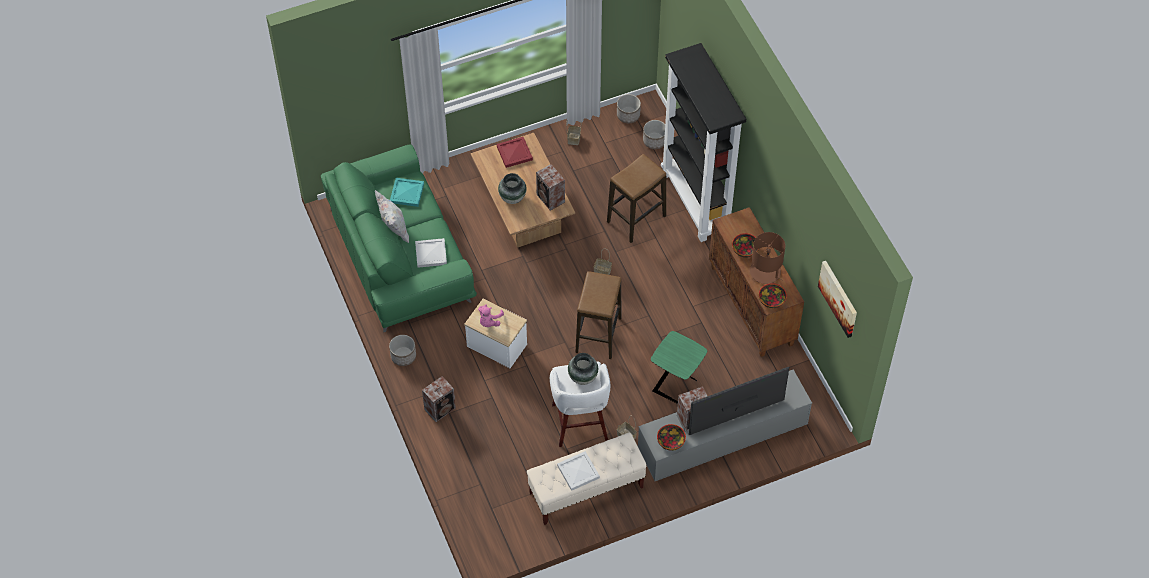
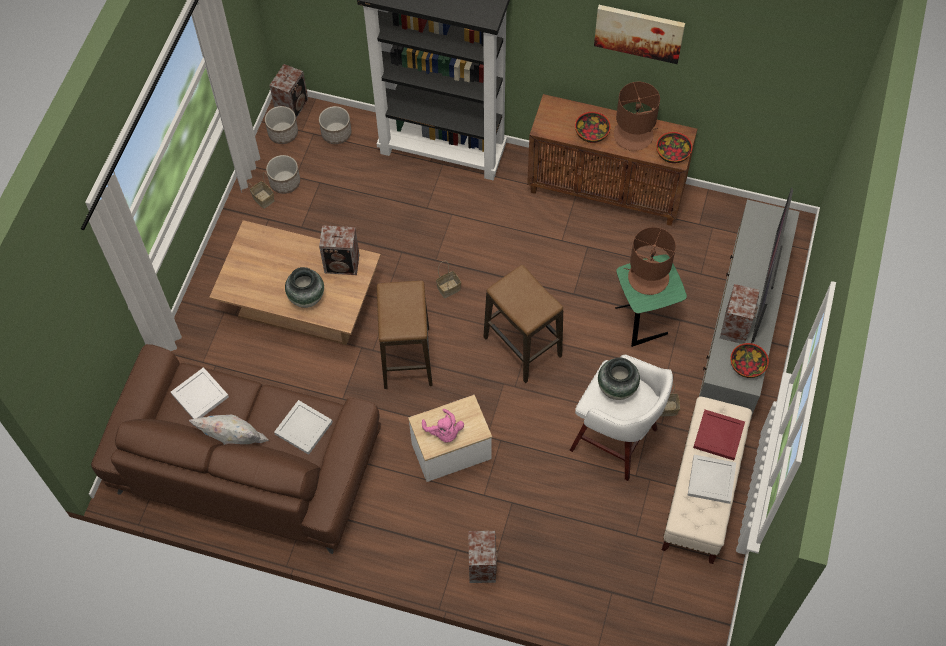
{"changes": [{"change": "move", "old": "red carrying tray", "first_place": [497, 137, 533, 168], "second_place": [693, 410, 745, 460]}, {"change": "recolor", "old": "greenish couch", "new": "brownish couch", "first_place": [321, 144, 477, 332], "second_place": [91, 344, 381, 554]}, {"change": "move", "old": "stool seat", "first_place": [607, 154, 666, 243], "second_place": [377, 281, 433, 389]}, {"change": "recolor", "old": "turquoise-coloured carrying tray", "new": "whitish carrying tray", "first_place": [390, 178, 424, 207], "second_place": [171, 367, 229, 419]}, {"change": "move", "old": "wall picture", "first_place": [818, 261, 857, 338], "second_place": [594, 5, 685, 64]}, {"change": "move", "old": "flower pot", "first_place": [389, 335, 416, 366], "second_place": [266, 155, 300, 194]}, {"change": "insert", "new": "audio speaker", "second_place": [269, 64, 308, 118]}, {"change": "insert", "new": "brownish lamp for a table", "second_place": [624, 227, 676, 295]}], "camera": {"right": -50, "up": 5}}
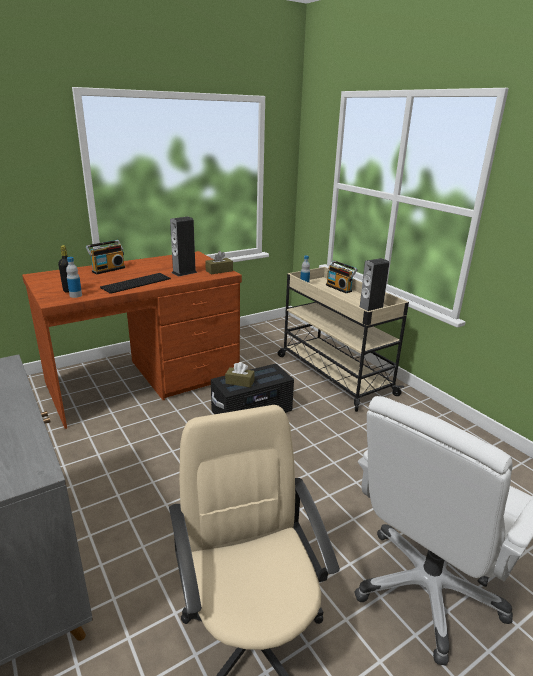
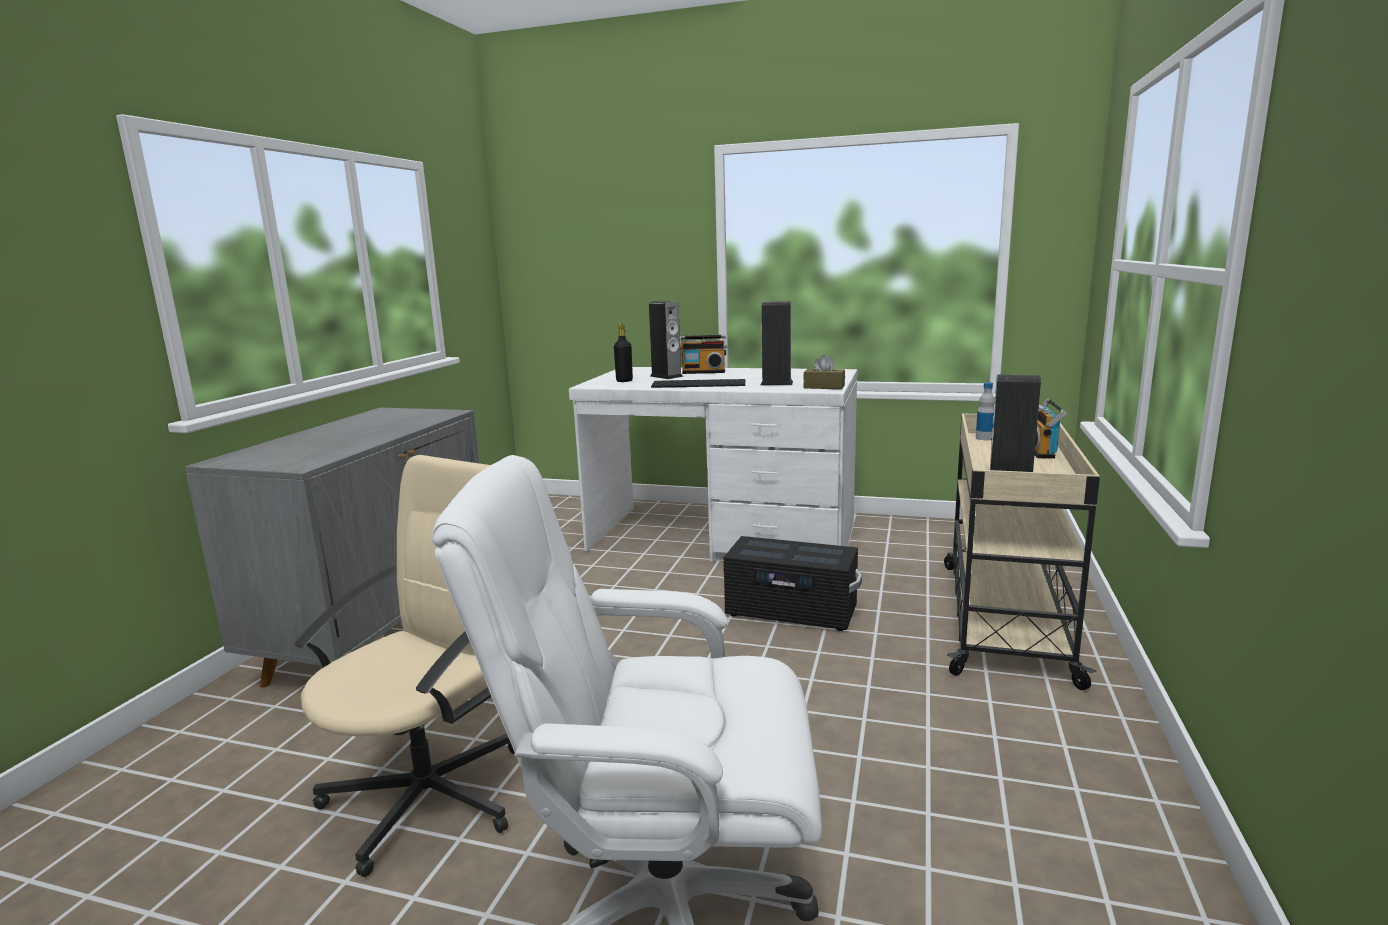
{"changes": [{"change": "recolor", "old": "brownish desk", "new": "whitish desk", "first_place": [22, 251, 242, 429], "second_place": [569, 367, 858, 562]}, {"change": "delete", "old": "beverage bottle", "first_place": [66, 257, 82, 298]}, {"change": "delete", "old": "brownish box of tissues", "first_place": [225, 362, 255, 387]}, {"change": "insert", "new": "audio speaker", "second_place": [649, 301, 683, 379]}], "camera": {"right": 50, "up": -10}}
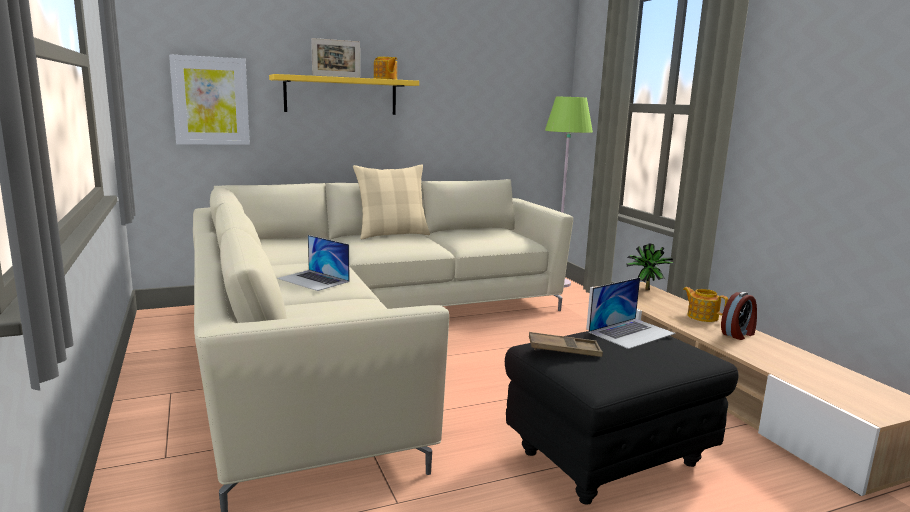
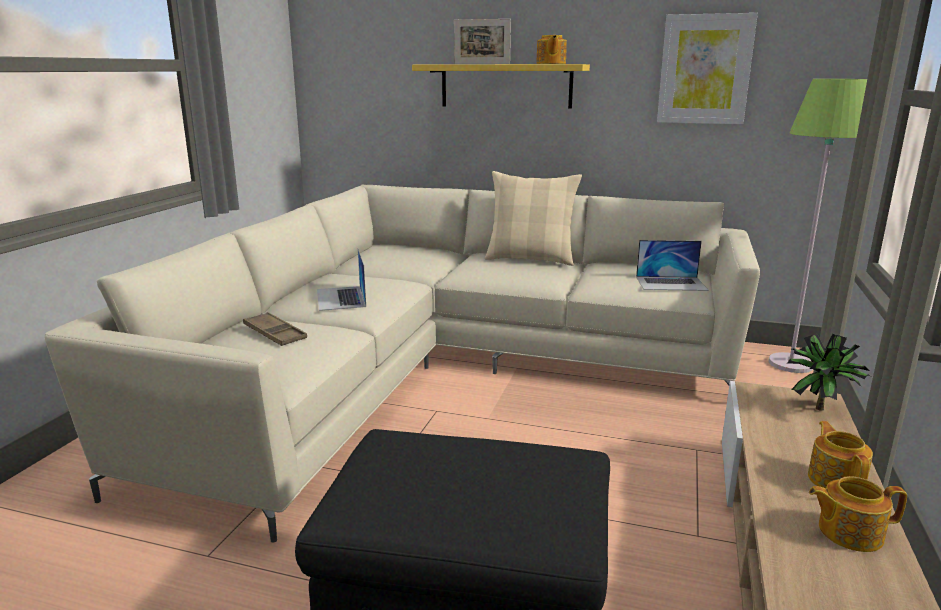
{"changes": [{"change": "move", "old": "wall picture", "first_place": [169, 54, 250, 145], "second_place": [657, 13, 758, 124]}, {"change": "move", "old": "portable computer", "first_place": [589, 277, 676, 349], "second_place": [636, 240, 708, 291]}, {"change": "replace", "old": "table clock", "new": "teapot", "first_place": [721, 292, 757, 340], "second_place": [809, 476, 907, 552]}, {"change": "move", "old": "brownish carrying tray", "first_place": [529, 332, 603, 357], "second_place": [243, 312, 307, 346]}], "camera": {"right": 40, "up": 5}}
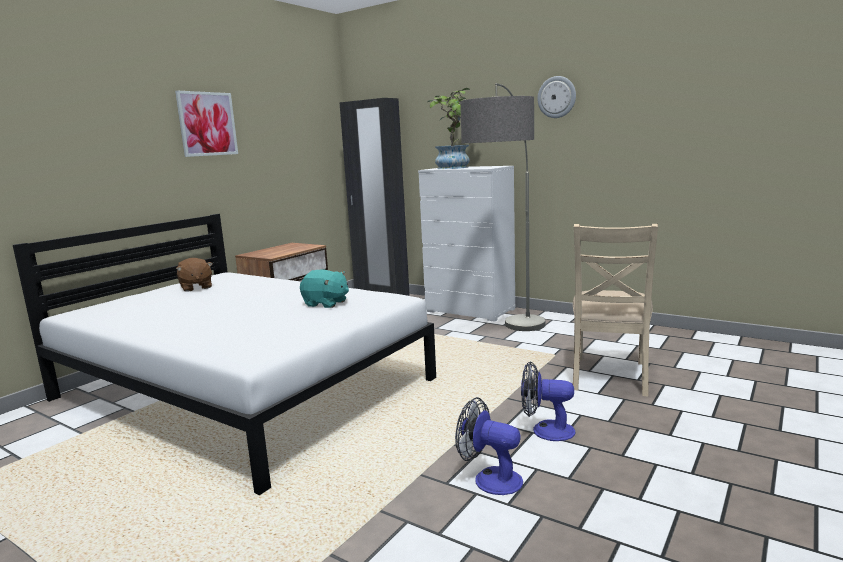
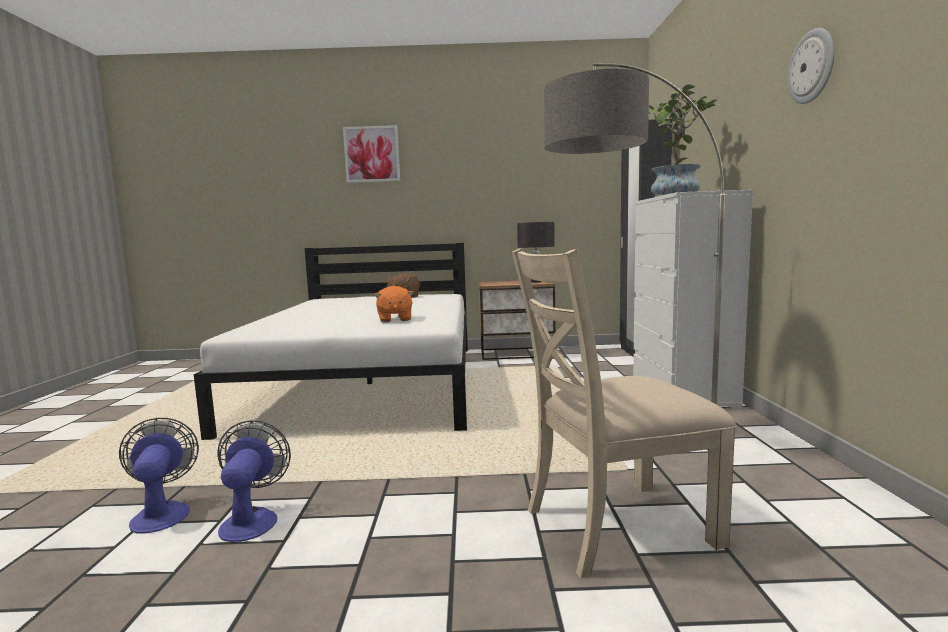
{"changes": [{"change": "move", "old": "wall picture", "first_place": [175, 91, 238, 157], "second_place": [343, 125, 400, 183]}, {"change": "recolor", "old": "turquoise-coloured plush toy", "new": "orangey plush toy", "first_place": [300, 270, 349, 308], "second_place": [374, 286, 414, 322]}, {"change": "move", "old": "fan", "first_place": [521, 361, 575, 441], "second_place": [119, 418, 199, 534]}, {"change": "insert", "new": "blackish lamp for a table", "second_place": [517, 222, 555, 283]}], "camera": {"right": 55, "up": -5}}
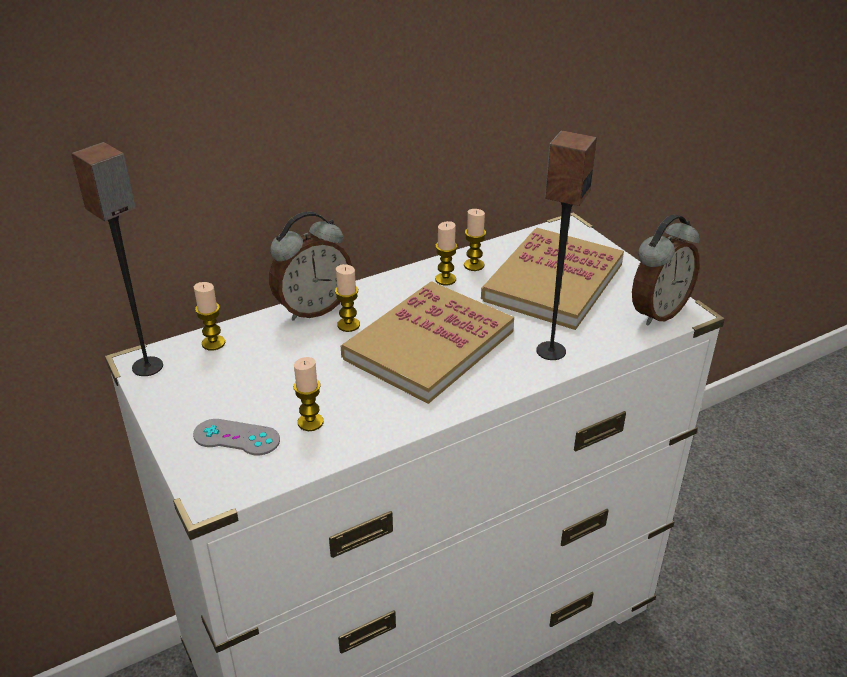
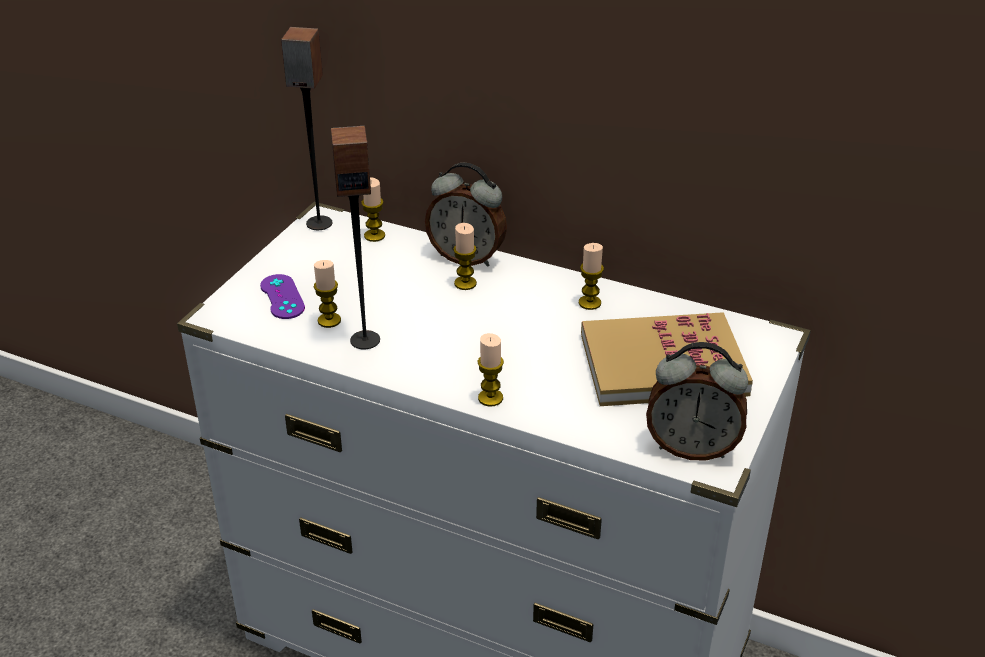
{"changes": [{"change": "move", "old": "audio speaker", "first_place": [536, 131, 597, 360], "second_place": [331, 126, 380, 349]}, {"change": "move", "old": "wax light", "first_place": [464, 209, 486, 271], "second_place": [478, 333, 504, 406]}, {"change": "delete", "old": "book", "first_place": [341, 281, 514, 404]}, {"change": "recolor", "old": "greyish game controller", "new": "purple-coloured game controller", "first_place": [193, 419, 280, 455], "second_place": [260, 274, 305, 319]}], "camera": {"right": 55, "up": 0}}
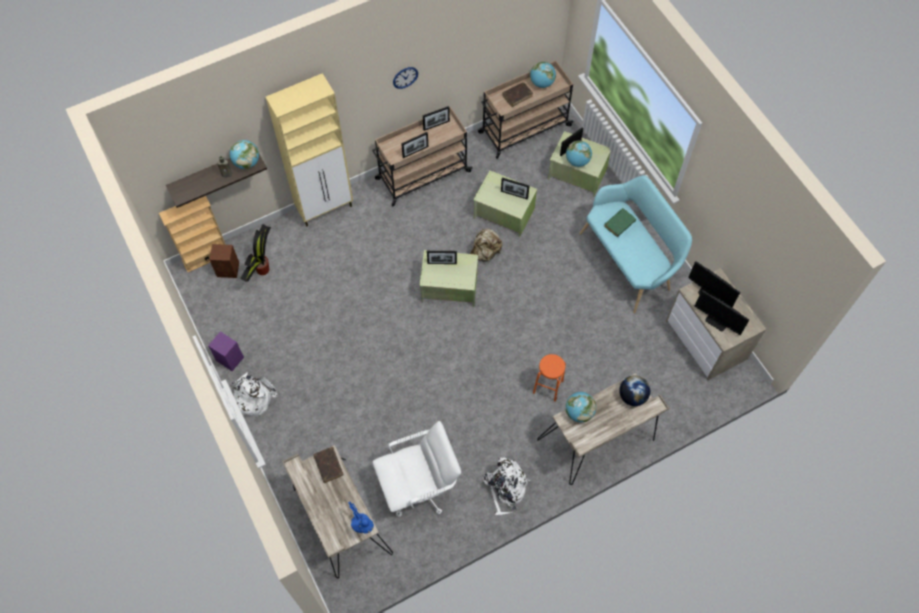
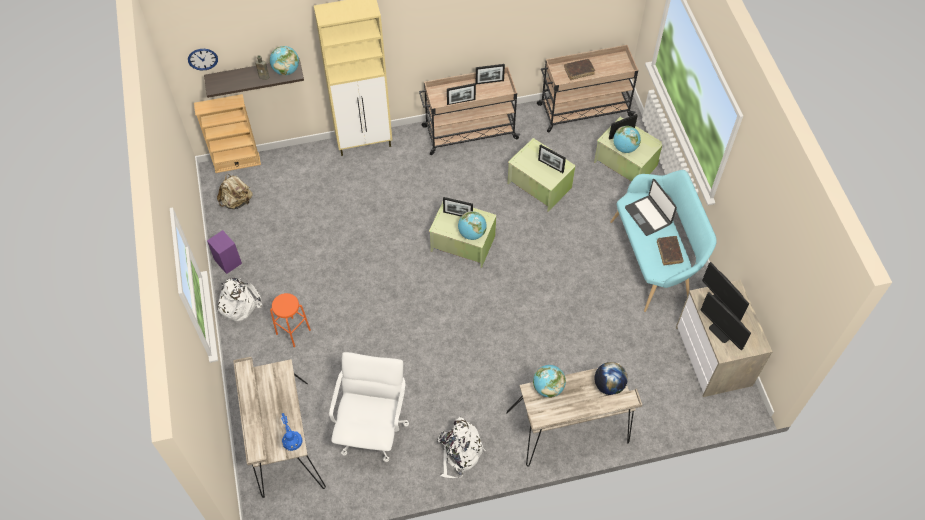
{"changes": [{"change": "move", "old": "desk globe", "first_place": [530, 62, 556, 88], "second_place": [458, 211, 486, 240]}, {"change": "move", "old": "hanging clock", "first_place": [393, 67, 418, 89], "second_place": [188, 49, 218, 70]}, {"change": "replace", "old": "greenish book", "new": "portable computer", "first_place": [604, 208, 636, 237], "second_place": [625, 179, 677, 236]}, {"change": "delete", "old": "houseplant", "first_place": [240, 224, 271, 281]}, {"change": "move", "old": "sand-coloured knapsack", "first_place": [470, 229, 503, 261], "second_place": [217, 173, 252, 209]}, {"change": "delete", "old": "brownish audio speaker", "first_place": [209, 244, 239, 278]}, {"change": "move", "old": "orangey stool seat", "first_place": [533, 354, 566, 402], "second_place": [270, 293, 311, 347]}, {"change": "rotate", "old": "whitish desk chair", "first_place": [372, 421, 461, 517], "second_place": [329, 352, 409, 462], "degrees": -75}, {"change": "move", "old": "brownish book", "first_place": [314, 447, 344, 483], "second_place": [657, 236, 684, 265]}], "camera": {"right": 15, "up": -5}}
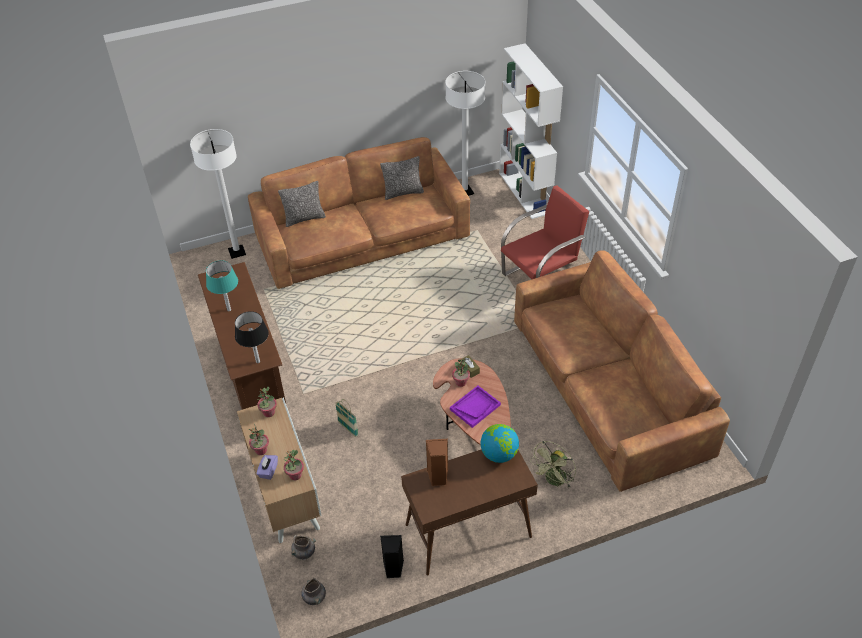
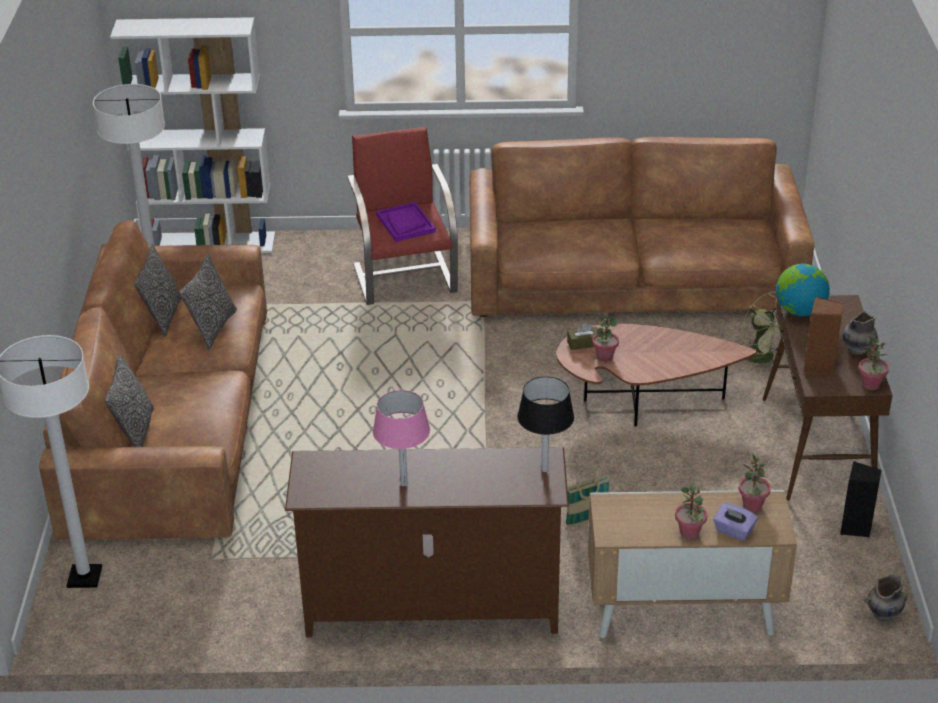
{"changes": [{"change": "recolor", "old": "turquoise-coloured lamp for a table", "new": "pink lamp for a table", "first_place": [206, 261, 238, 311], "second_place": [373, 390, 430, 487]}, {"change": "move", "old": "houseplant", "first_place": [257, 386, 277, 417], "second_place": [859, 336, 889, 390]}, {"change": "move", "old": "purple-coloured carrying tray", "first_place": [450, 386, 501, 428], "second_place": [376, 202, 436, 242]}, {"change": "move", "old": "greyish vase", "first_place": [291, 535, 316, 560], "second_place": [842, 311, 878, 355]}, {"change": "insert", "new": "cushion", "second_place": [180, 254, 237, 350]}], "camera": {"right": -70, "up": -10}}
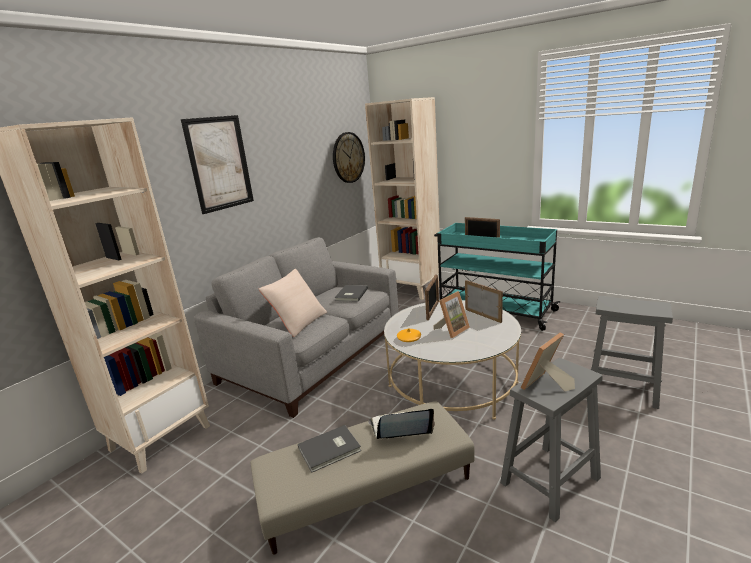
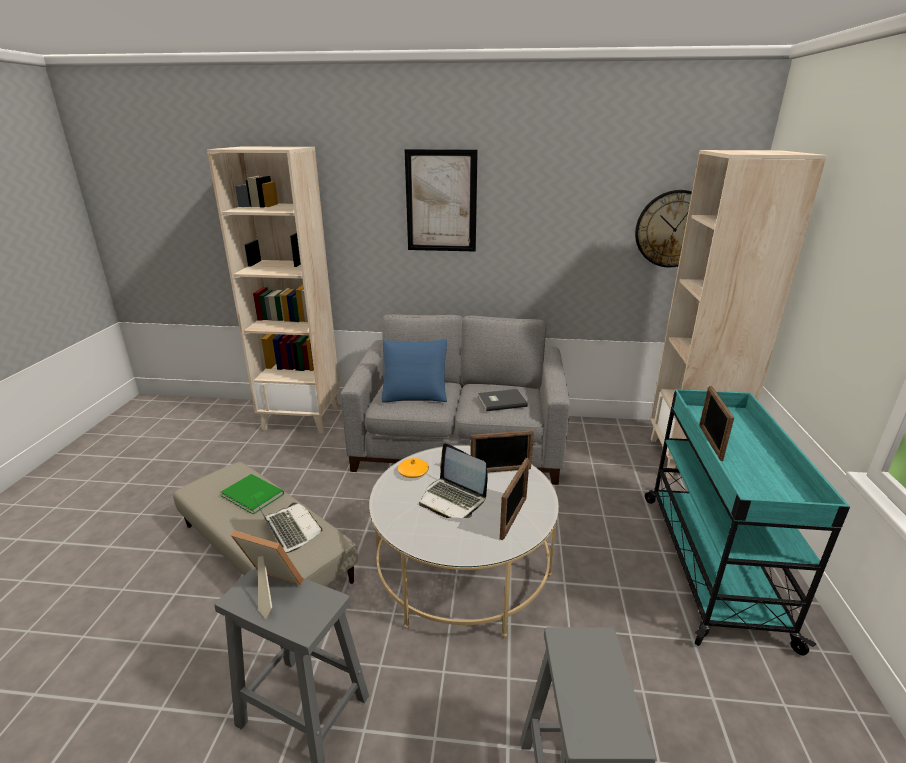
{"changes": [{"change": "recolor", "old": "sand-coloured cushion", "new": "blue cushion", "first_place": [259, 269, 327, 337], "second_place": [382, 339, 447, 403]}, {"change": "replace", "old": "photo frame", "new": "portable computer", "first_place": [433, 291, 470, 338], "second_place": [419, 443, 488, 518]}, {"change": "recolor", "old": "greyish book", "new": "greenish book", "first_place": [298, 425, 361, 472], "second_place": [221, 474, 284, 514]}], "camera": {"right": 60, "up": 5}}
